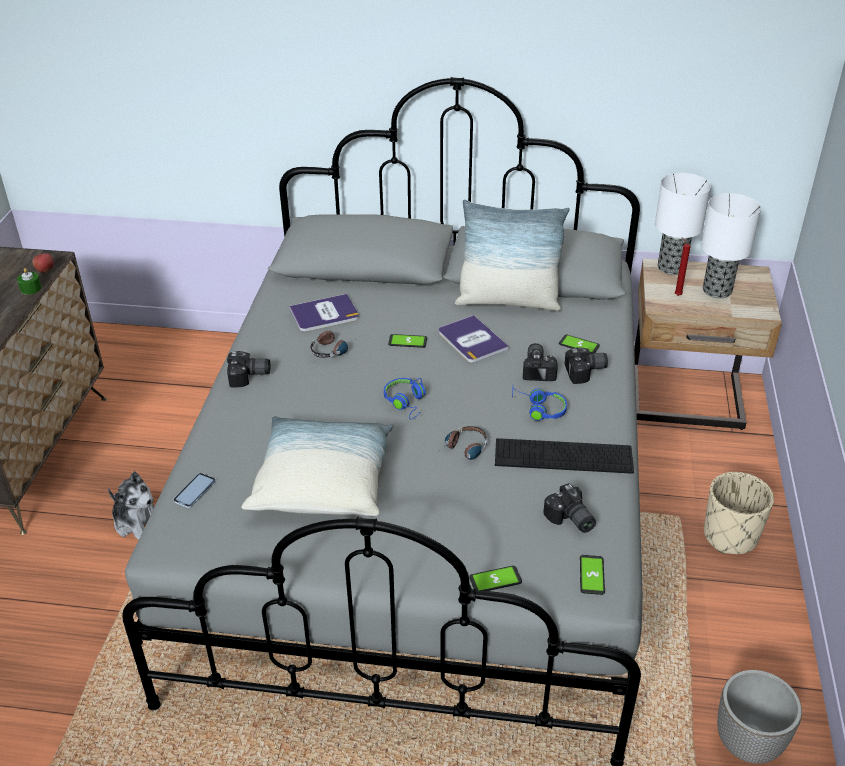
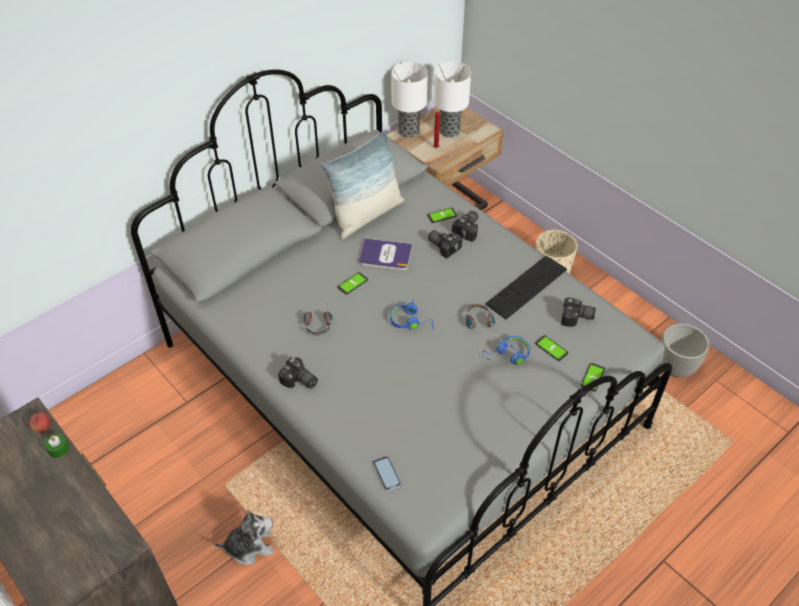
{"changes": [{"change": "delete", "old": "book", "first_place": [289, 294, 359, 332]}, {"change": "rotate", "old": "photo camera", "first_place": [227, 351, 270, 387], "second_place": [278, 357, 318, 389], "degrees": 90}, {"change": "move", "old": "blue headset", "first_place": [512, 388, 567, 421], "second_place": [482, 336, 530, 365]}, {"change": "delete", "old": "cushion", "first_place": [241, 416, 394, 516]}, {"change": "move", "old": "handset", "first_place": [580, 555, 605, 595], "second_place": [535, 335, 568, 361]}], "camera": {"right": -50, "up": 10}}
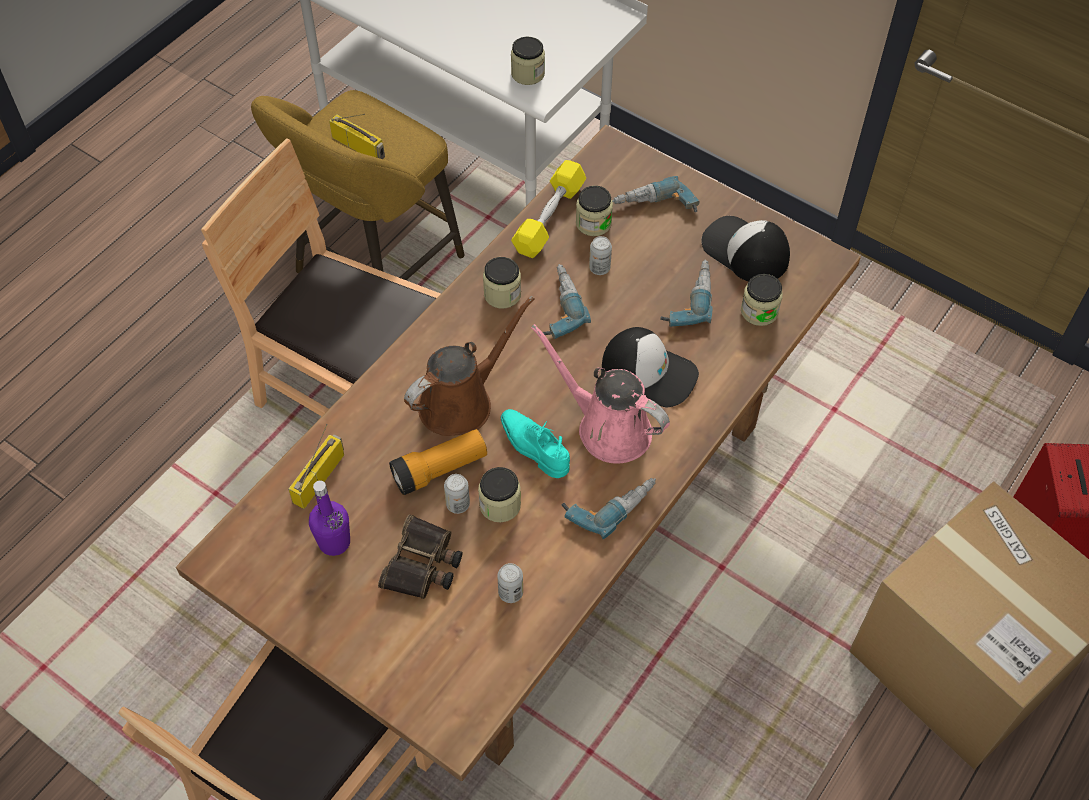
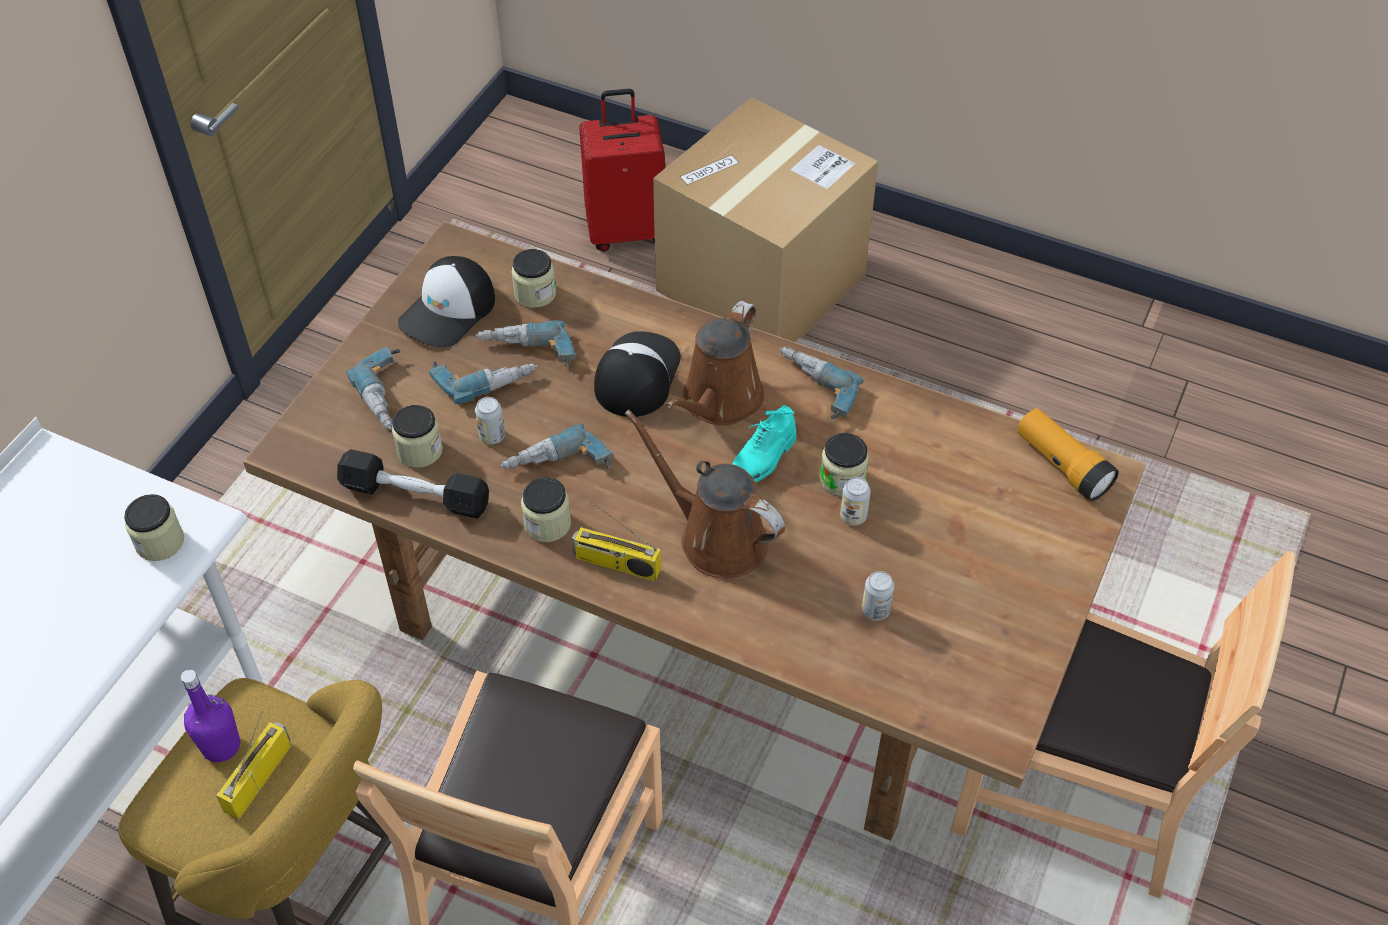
{"changes": [{"change": "recolor", "old": "yellowish hand weight", "new": "blackish hand weight", "first_place": [511, 160, 586, 258], "second_place": [337, 449, 489, 519]}, {"change": "recolor", "old": "pink sprinkling can", "new": "brownish sprinkling can", "first_place": [531, 324, 670, 463], "second_place": [666, 301, 764, 425]}, {"change": "move", "old": "radio receiver", "first_place": [288, 424, 344, 509], "second_place": [572, 501, 661, 581]}, {"change": "move", "old": "hand torch", "first_place": [389, 429, 487, 495], "second_place": [1017, 408, 1119, 501]}, {"change": "move", "old": "purple-coloured beverage bottle", "first_place": [309, 480, 350, 556], "second_place": [181, 669, 240, 762]}, {"change": "delete", "old": "field glasses", "first_place": [378, 514, 463, 599]}, {"change": "move", "old": "sealed can", "first_place": [497, 563, 523, 603], "second_place": [862, 571, 894, 620]}, {"change": "insert", "new": "power drill", "second_place": [429, 362, 538, 404]}], "camera": {"right": -100, "up": -5}}
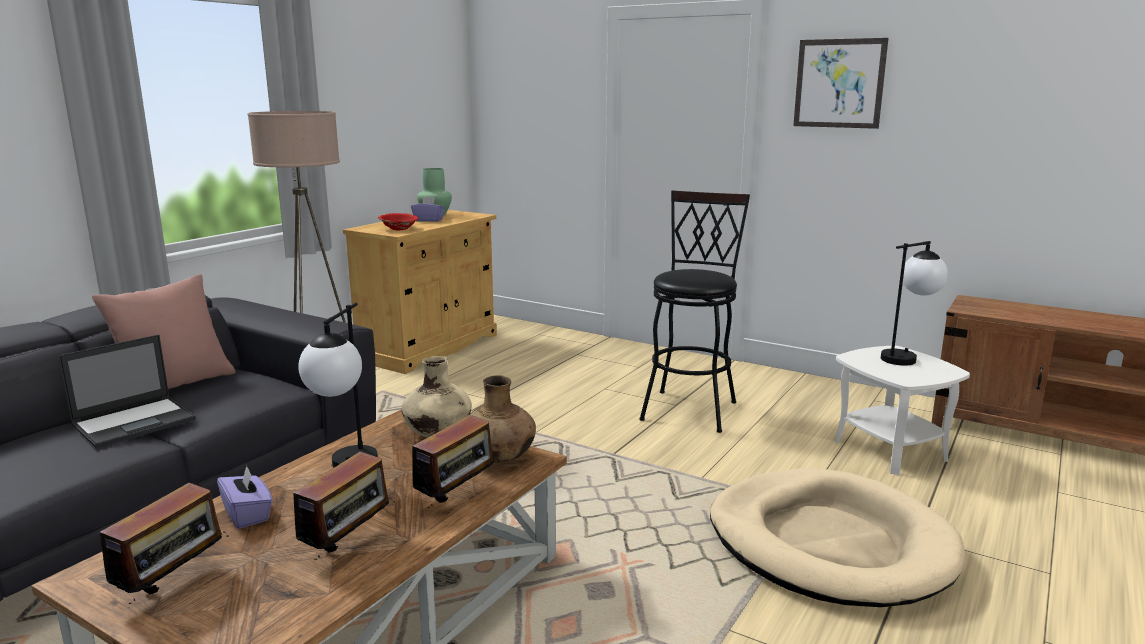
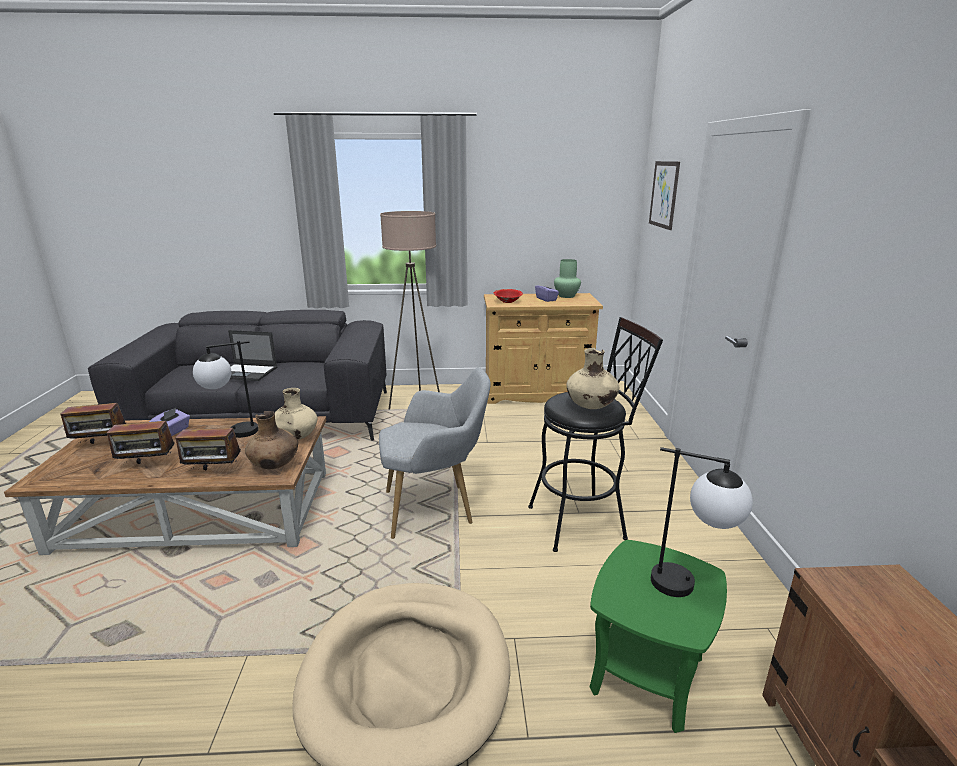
{"changes": [{"change": "move", "old": "wall picture", "first_place": [793, 38, 888, 129], "second_place": [649, 161, 680, 230]}, {"change": "delete", "old": "pink cushion", "first_place": [92, 274, 235, 389]}, {"change": "recolor", "old": "whitish end table", "new": "greenish end table", "first_place": [835, 346, 970, 475], "second_place": [590, 540, 727, 733]}, {"change": "insert", "new": "sand-coloured vase", "second_place": [567, 348, 619, 409]}, {"change": "insert", "new": "greyish lounge chair", "second_place": [379, 368, 491, 539]}], "camera": {"right": 55, "up": 5}}
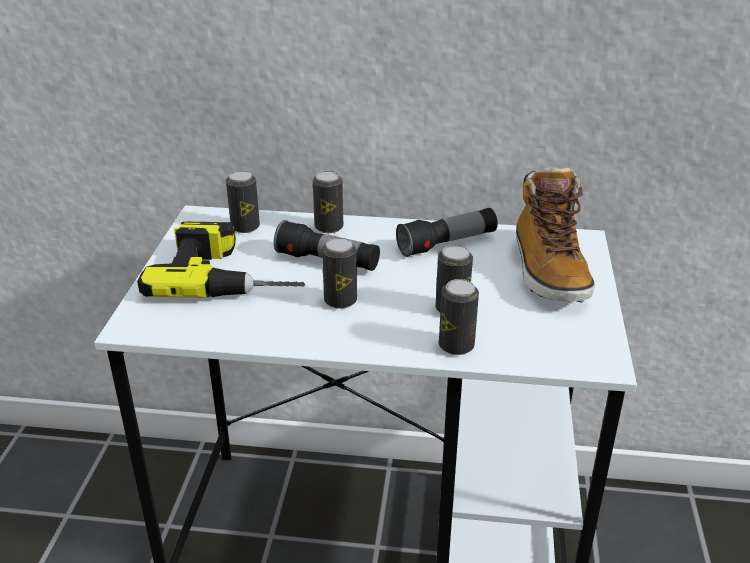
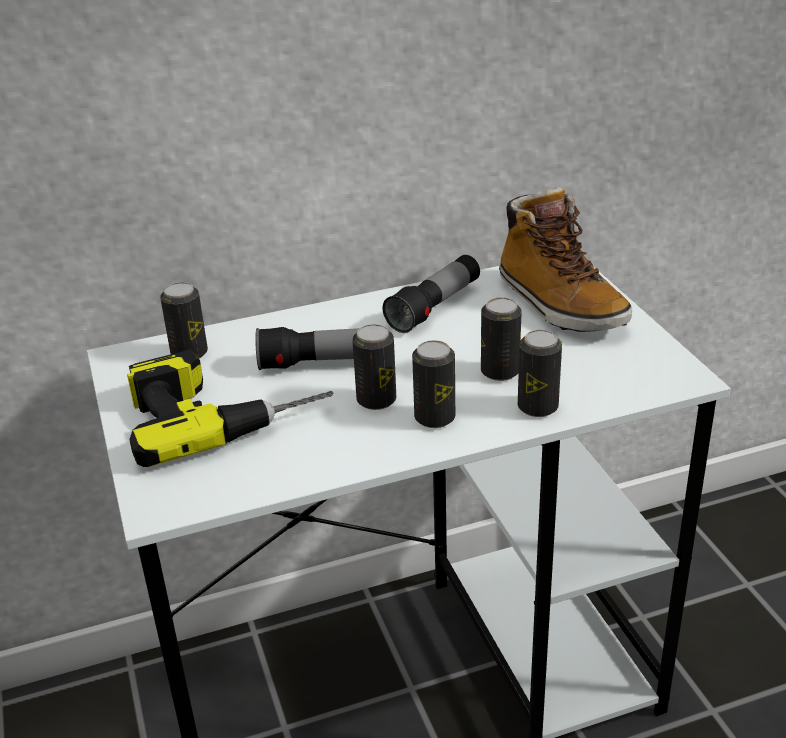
{"changes": [{"change": "move", "old": "sealed can", "first_place": [313, 171, 343, 233], "second_place": [412, 340, 455, 428]}], "camera": {"right": -25, "up": 0}}
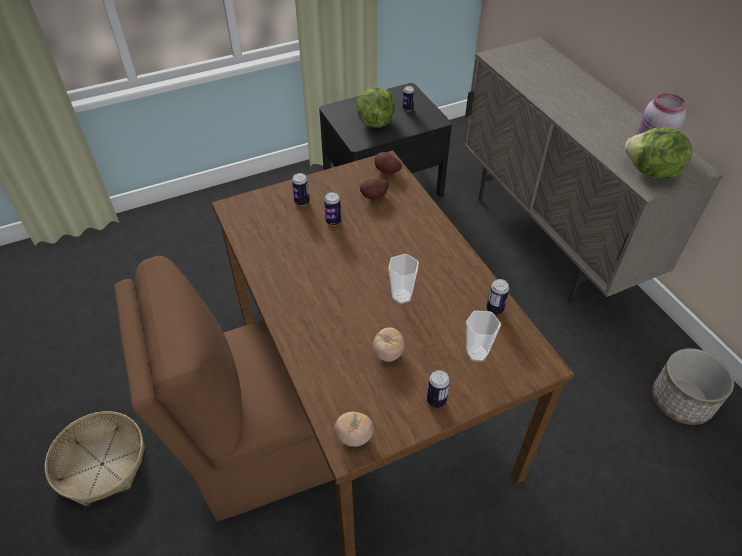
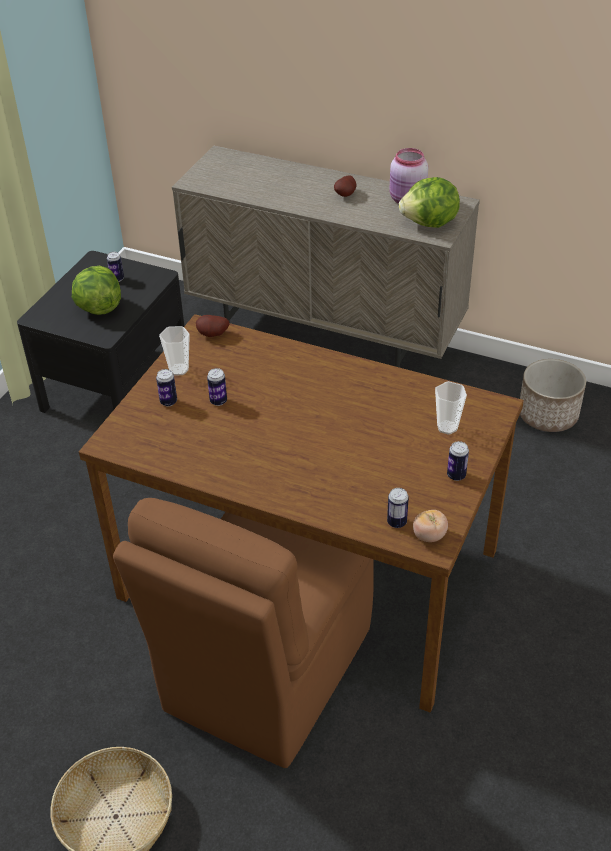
{"changes": [{"change": "move", "old": "spud", "first_place": [360, 179, 389, 200], "second_place": [334, 176, 357, 197]}, {"change": "move", "old": "drinking cup", "first_place": [388, 254, 419, 304], "second_place": [159, 326, 190, 376]}, {"change": "move", "old": "sealed can", "first_place": [487, 279, 509, 315], "second_place": [387, 488, 409, 528]}, {"change": "delete", "old": "whole tomato", "first_place": [373, 327, 405, 362]}], "camera": {"right": -40, "up": -5}}
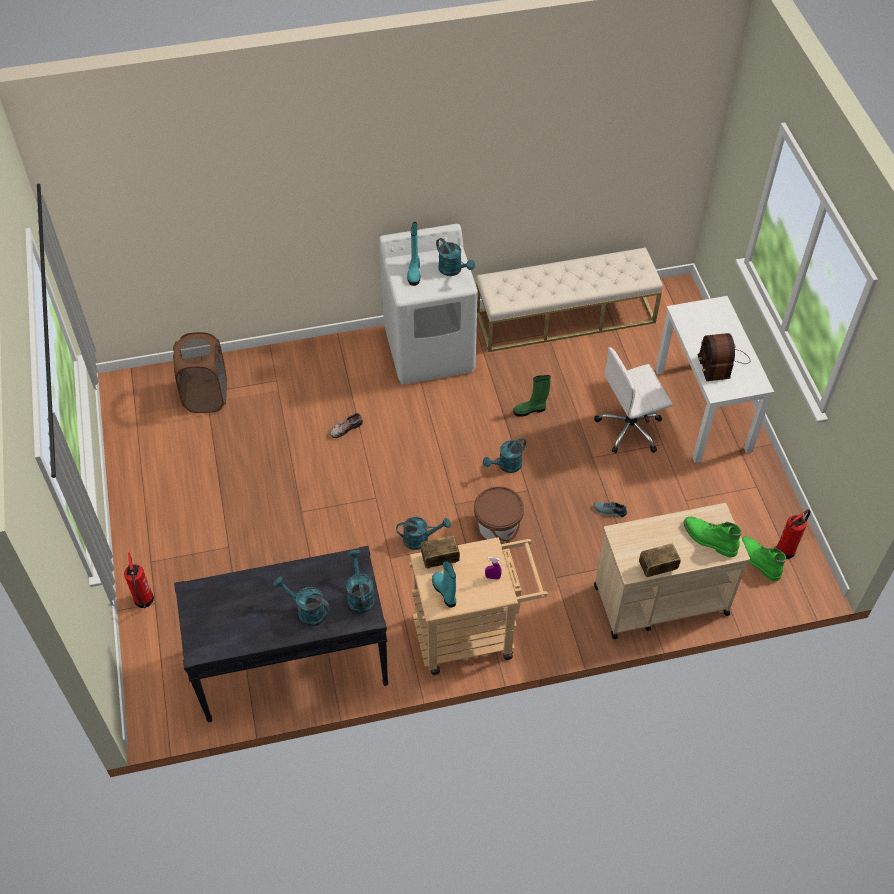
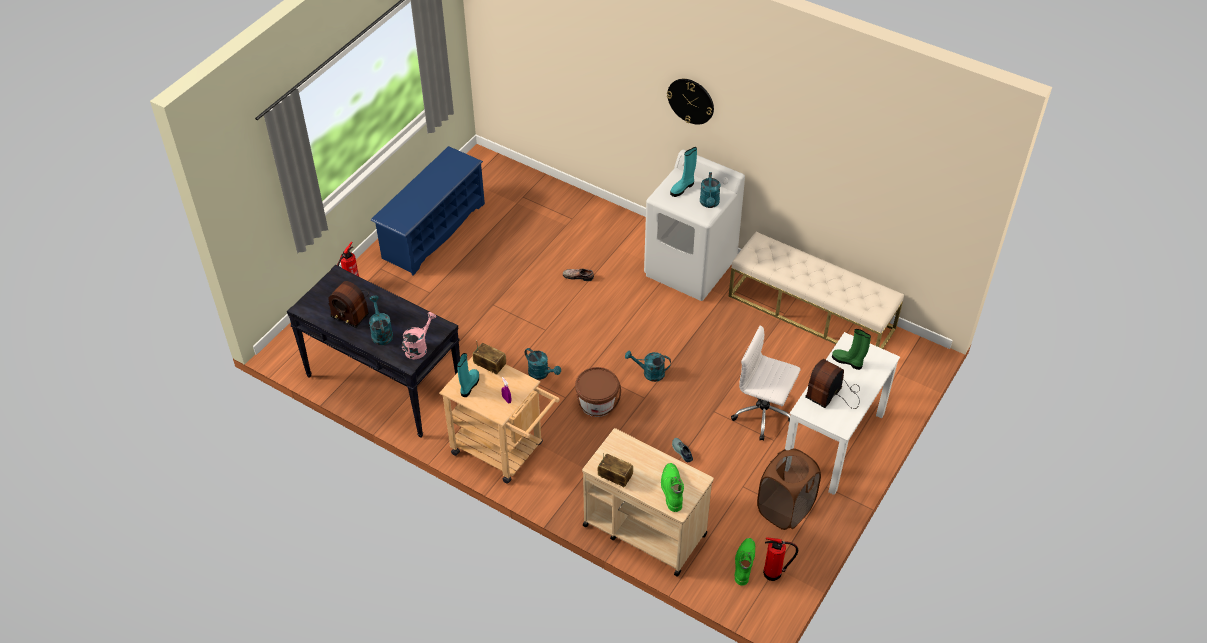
{"changes": [{"change": "move", "old": "brownish hamper", "first_place": [173, 332, 227, 413], "second_place": [757, 449, 821, 530]}, {"change": "move", "old": "greenish tall boot", "first_place": [513, 375, 551, 417], "second_place": [832, 329, 871, 370]}, {"change": "recolor", "old": "turquoise-coloured sprinkling can", "new": "pink sprinkling can", "first_place": [346, 550, 375, 613], "second_place": [402, 312, 436, 360]}, {"change": "insert", "new": "hanging clock", "second_place": [667, 79, 714, 124]}, {"change": "insert", "new": "blue shoe shelf", "second_place": [371, 146, 485, 276]}, {"change": "insert", "new": "radio receiver", "second_place": [328, 281, 369, 328]}], "camera": {"right": 45, "up": -5}}
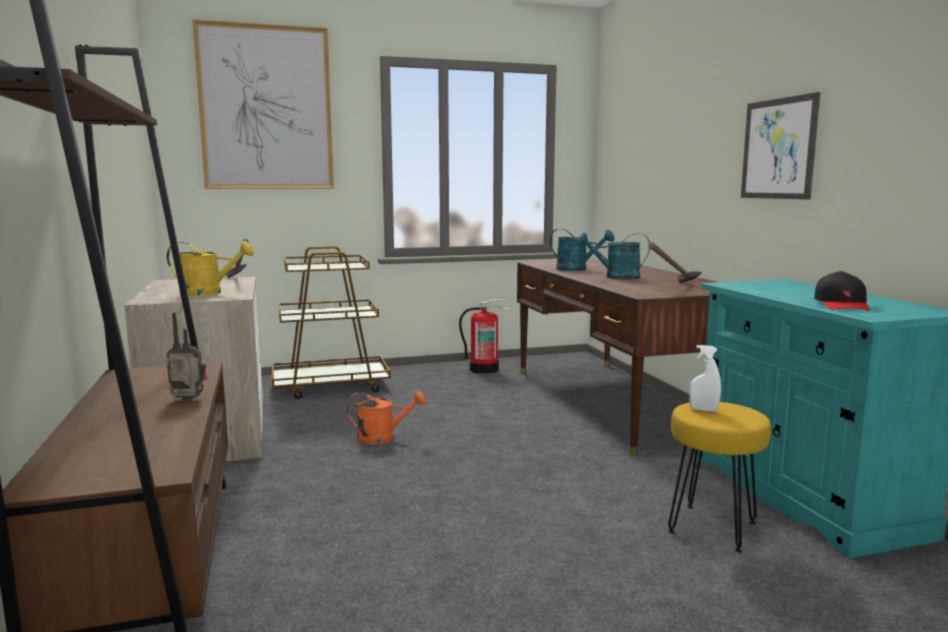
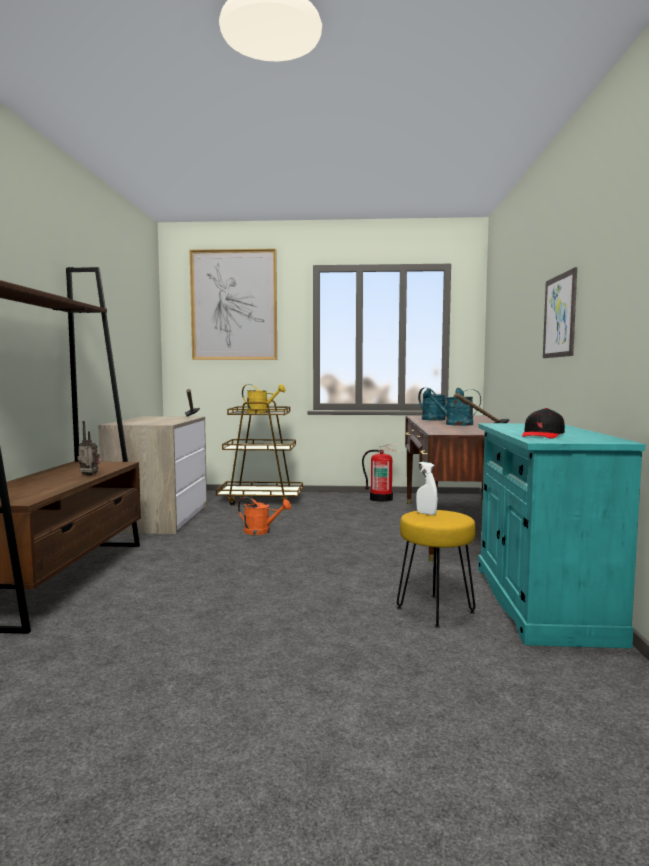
{"changes": [{"change": "move", "old": "yellowish sprinkling can", "first_place": [166, 241, 254, 296], "second_place": [242, 384, 286, 413]}], "camera": {"right": 20, "up": -5}}
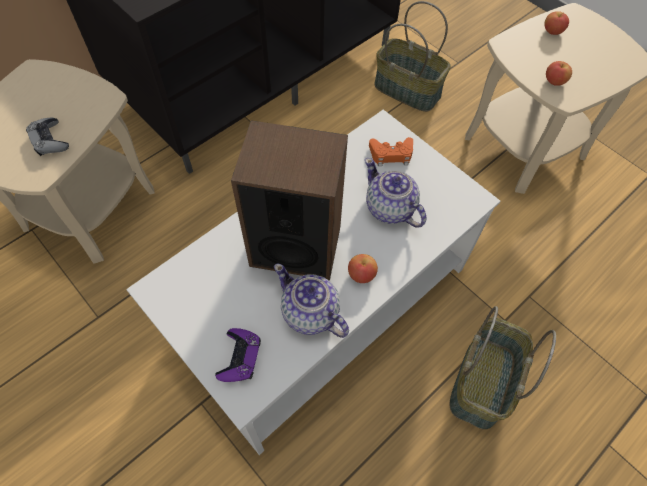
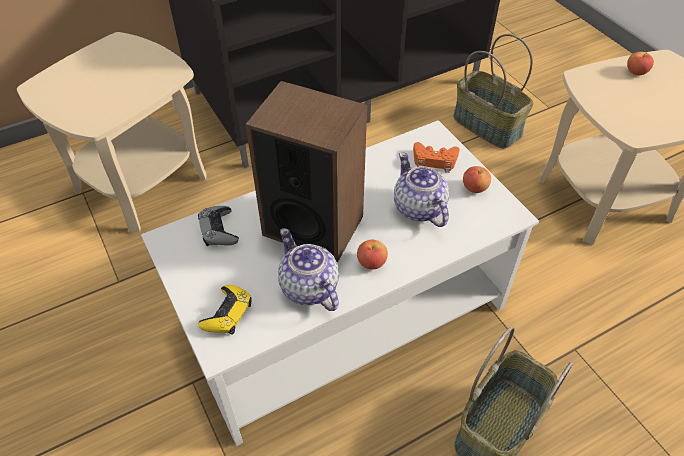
{"changes": [{"change": "move", "old": "whole apple", "first_place": [546, 61, 572, 86], "second_place": [463, 166, 491, 193]}, {"change": "move", "old": "greyish game controller", "first_place": [26, 118, 69, 156], "second_place": [198, 206, 239, 246]}, {"change": "recolor", "old": "purple-coloured game controller", "new": "yellowish game controller", "first_place": [215, 328, 261, 382], "second_place": [198, 285, 252, 335]}], "camera": {"right": 15, "up": -10}}
